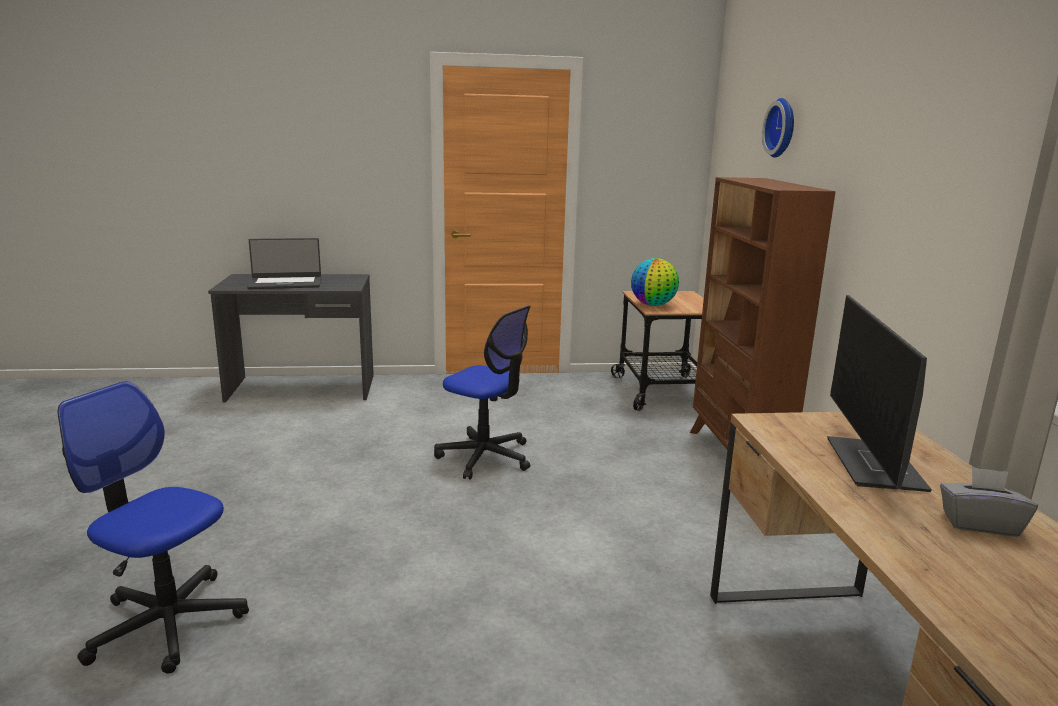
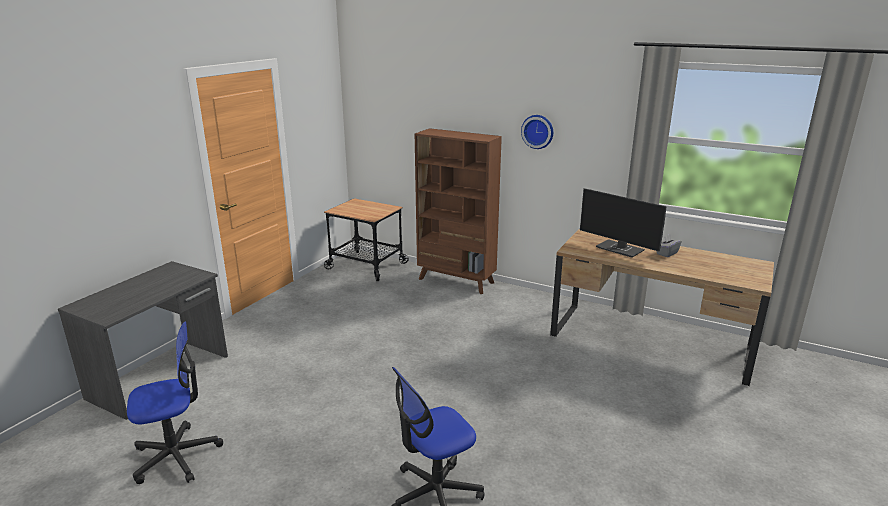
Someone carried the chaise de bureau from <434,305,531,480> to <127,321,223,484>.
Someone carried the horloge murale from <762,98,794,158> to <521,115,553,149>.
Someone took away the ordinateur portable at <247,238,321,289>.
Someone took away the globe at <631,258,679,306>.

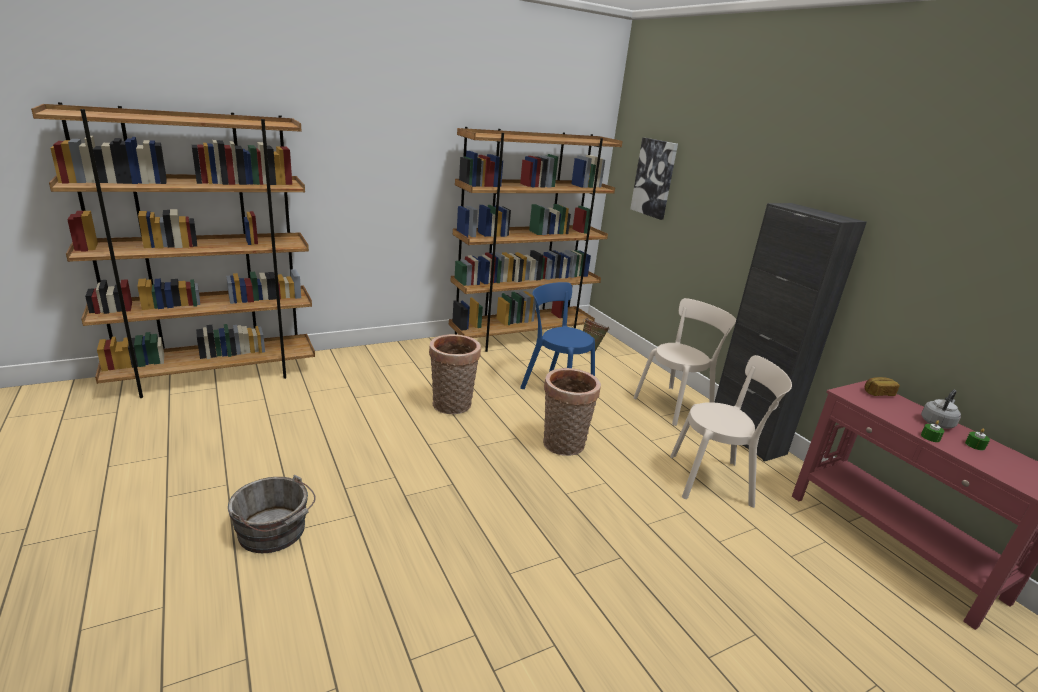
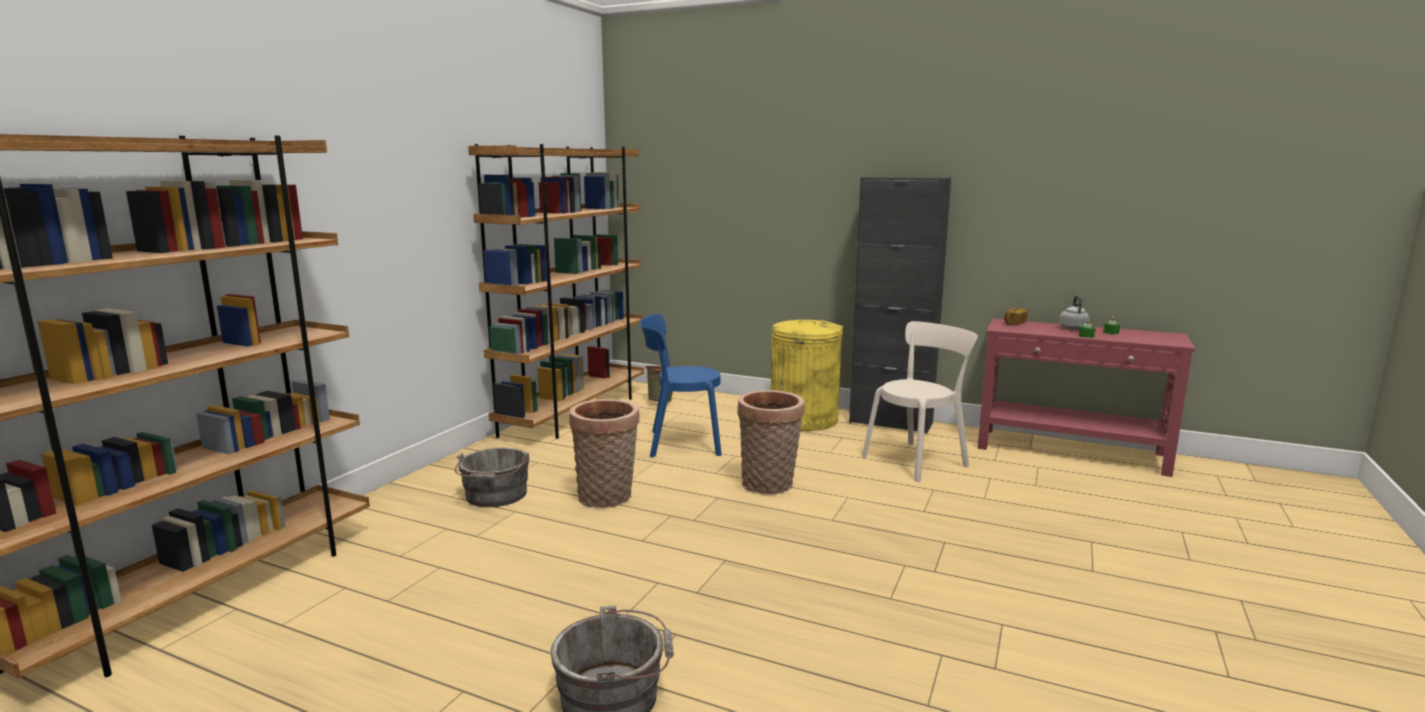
Someone put down the seau (gris) at <455,448,530,507>.
Someone swapped the chaise (beige) at <634,298,736,426> for the poubelle (jaune) at <771,320,843,431>.
Someone took away the tableau at <630,138,678,220>.

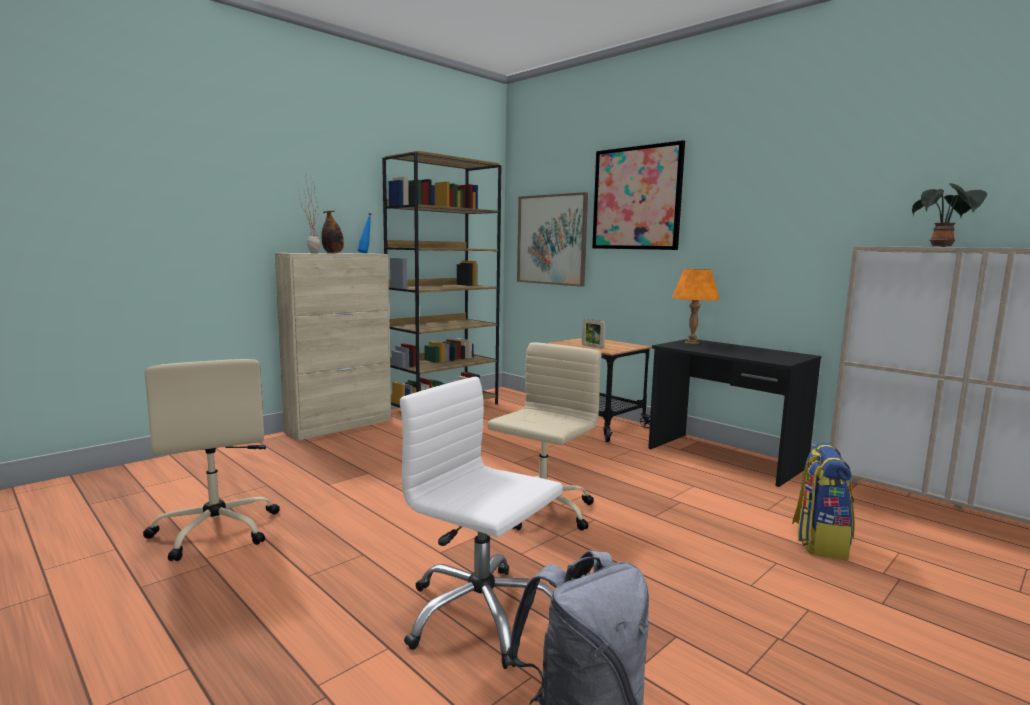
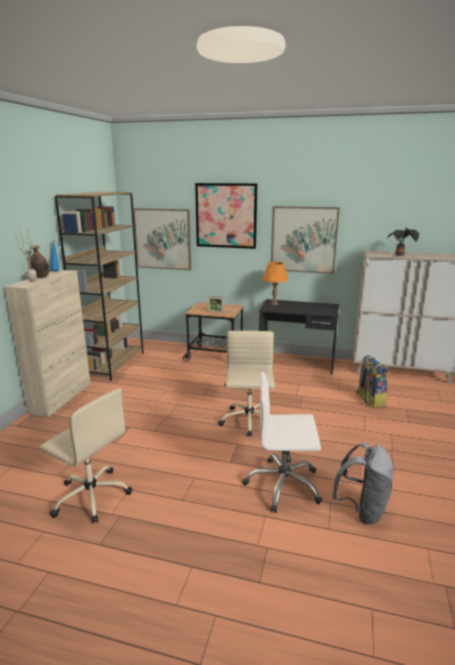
Someone put up the tableau at <271,206,340,274>.

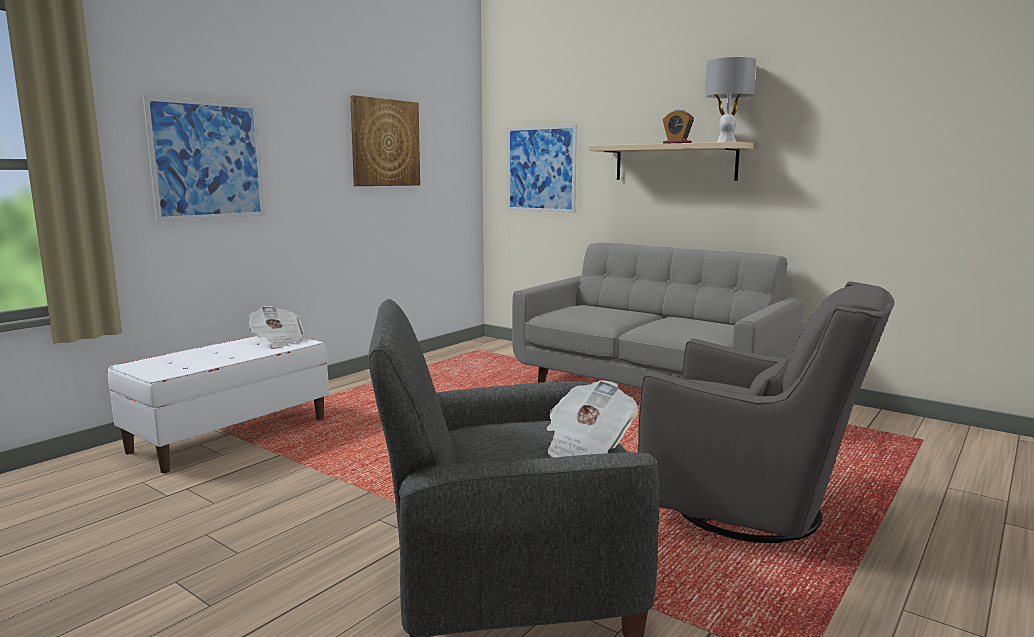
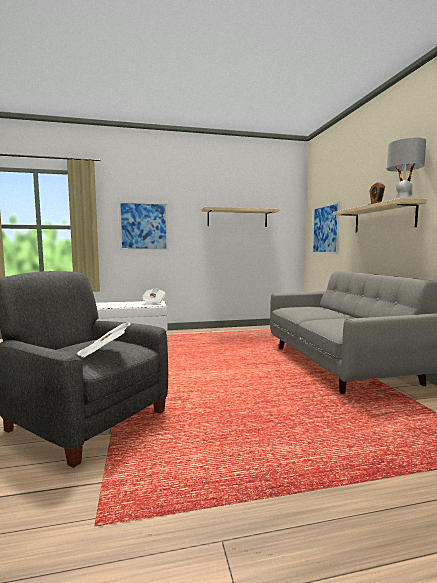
Someone swapped the tableau at <350,95,420,186> for the étagère (beige) at <201,207,279,227>.
Someone took away the fauteuil (gris) at <638,281,894,543>.

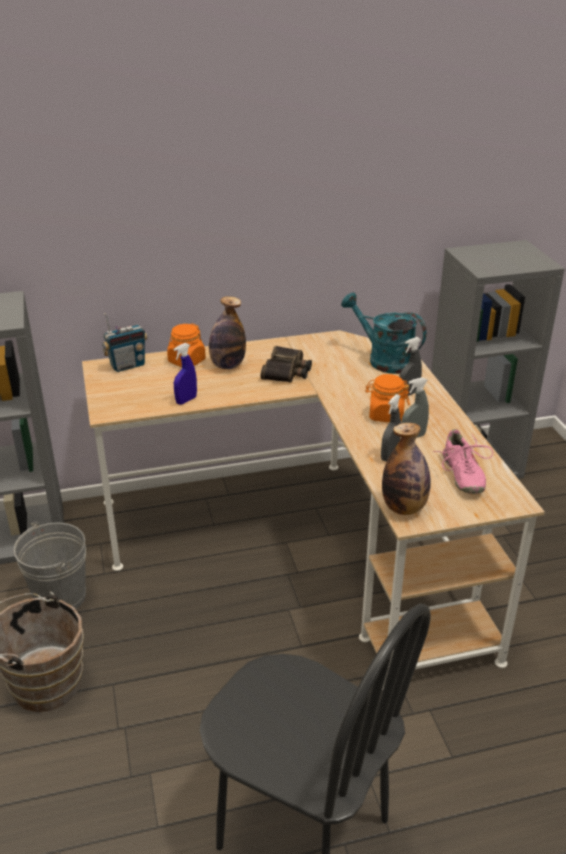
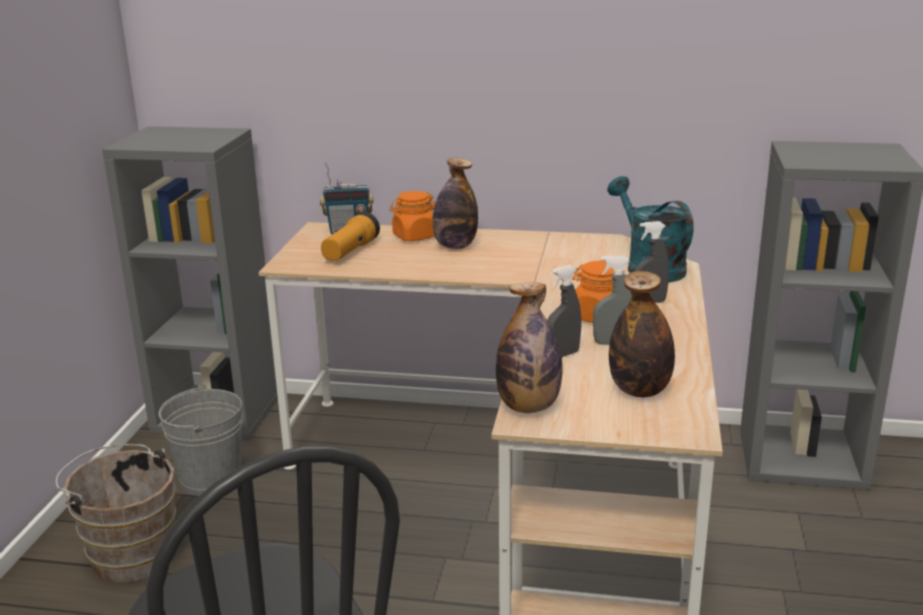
Someone put down the lampe de poche at <321,212,380,261>.
Someone swapped the chaussure (rose) at <433,429,493,494> for the bouteille at <609,271,675,397>.
Someone took away the vaporisateur (bleu) at <174,343,197,405>.
Someone took away the jumelles at <260,346,312,383>.

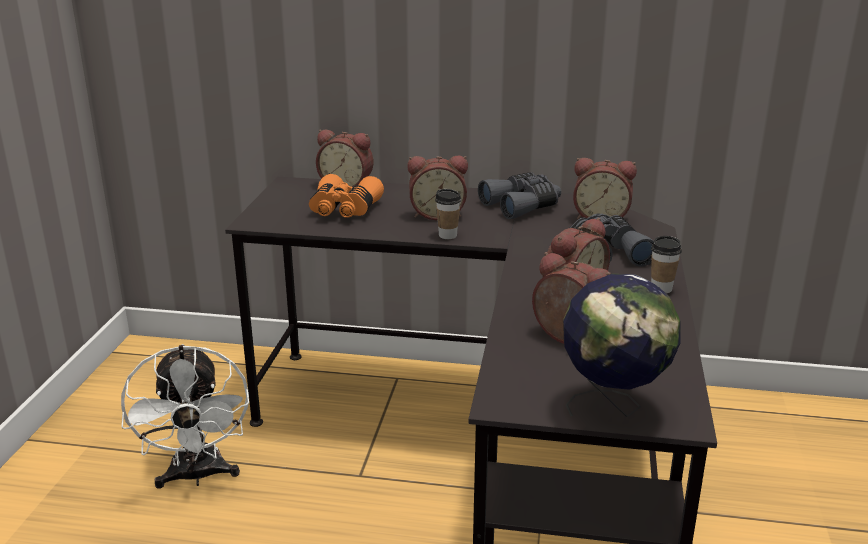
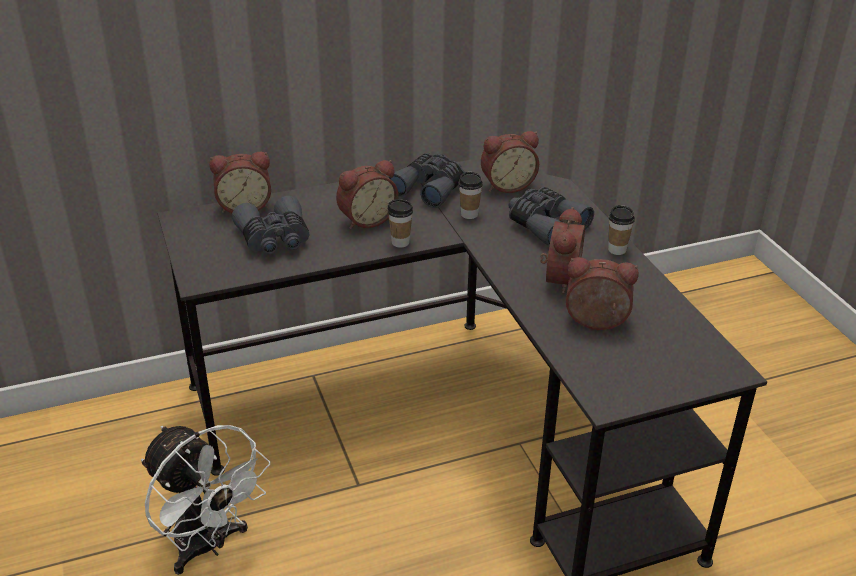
Someone repainted the jumelles (orange) at <309,174,384,218>, which became the jumelles (gris) at <232,196,309,254>.
Someone put down the tasse at <458,172,483,219>.
Someone took away the globe at <563,274,681,417>.

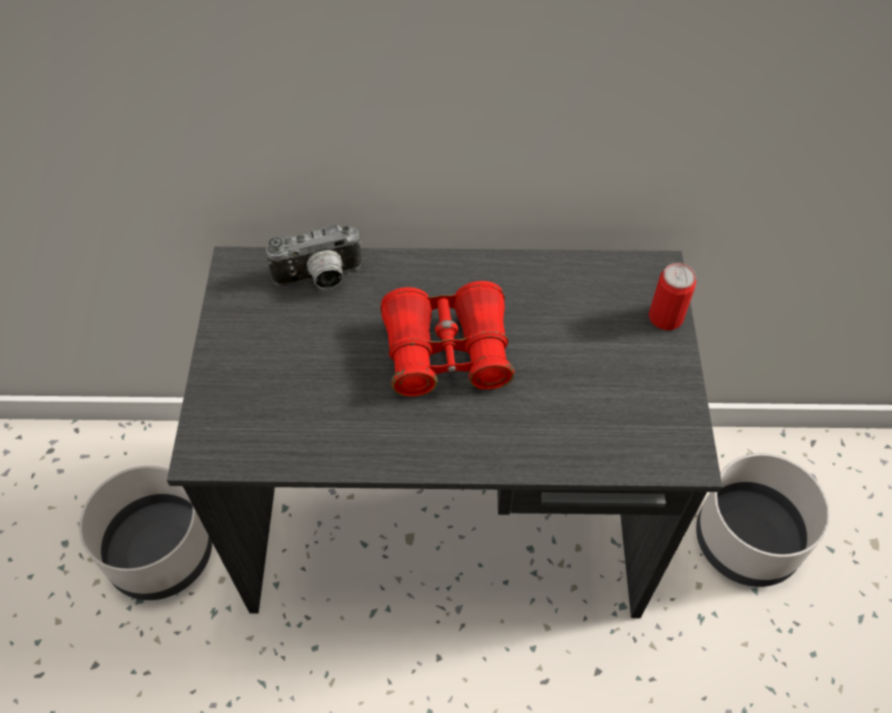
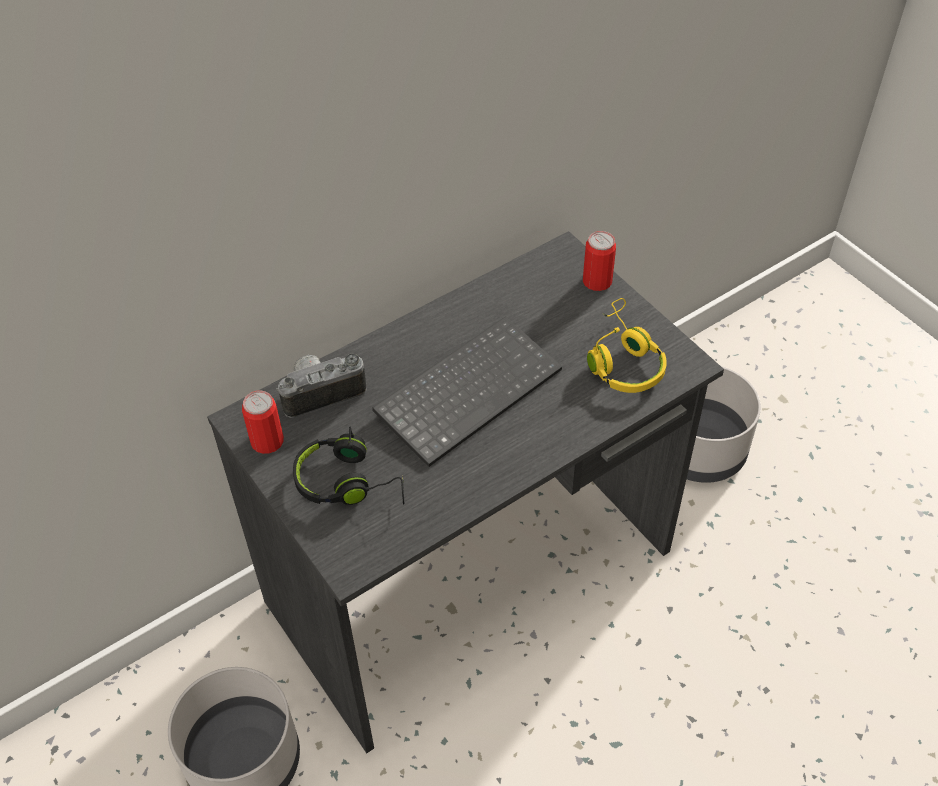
Someone put down the boîte métallique at <242,391,284,454>.
Someone rotated the appareil photo at <266,225,362,289> by 150 degrees counterclockwise.
Someone put down the casque audio (noir) at <293,427,404,505>.
Someone swapped the jumelles (rouge) at <380,281,514,397> for the clavier at <372,316,562,467>.
Someone put down the casque audio (jaune) at <587,298,667,393>.

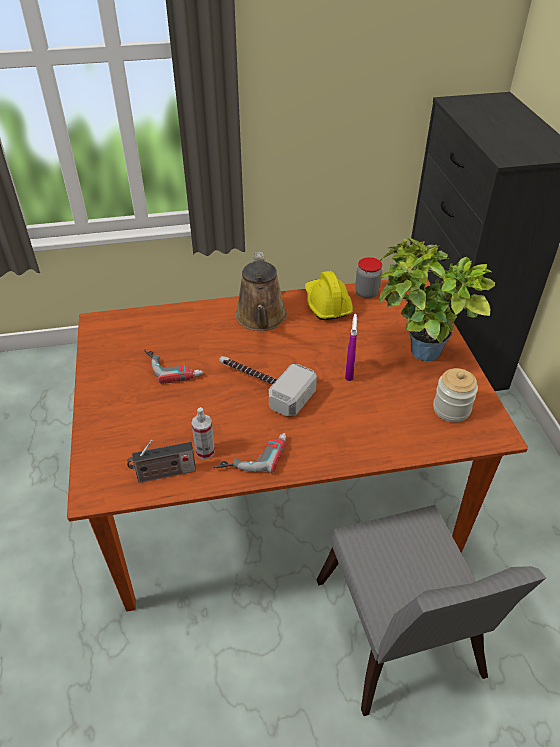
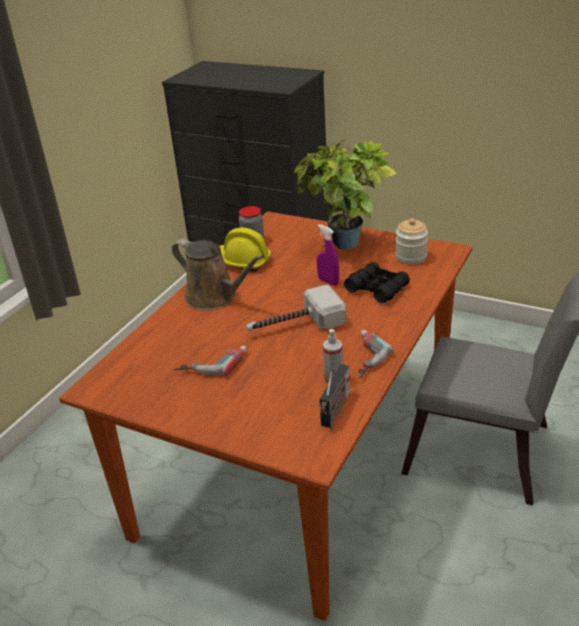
Someone put down the jumelles (noir) at <344,262,410,303>.

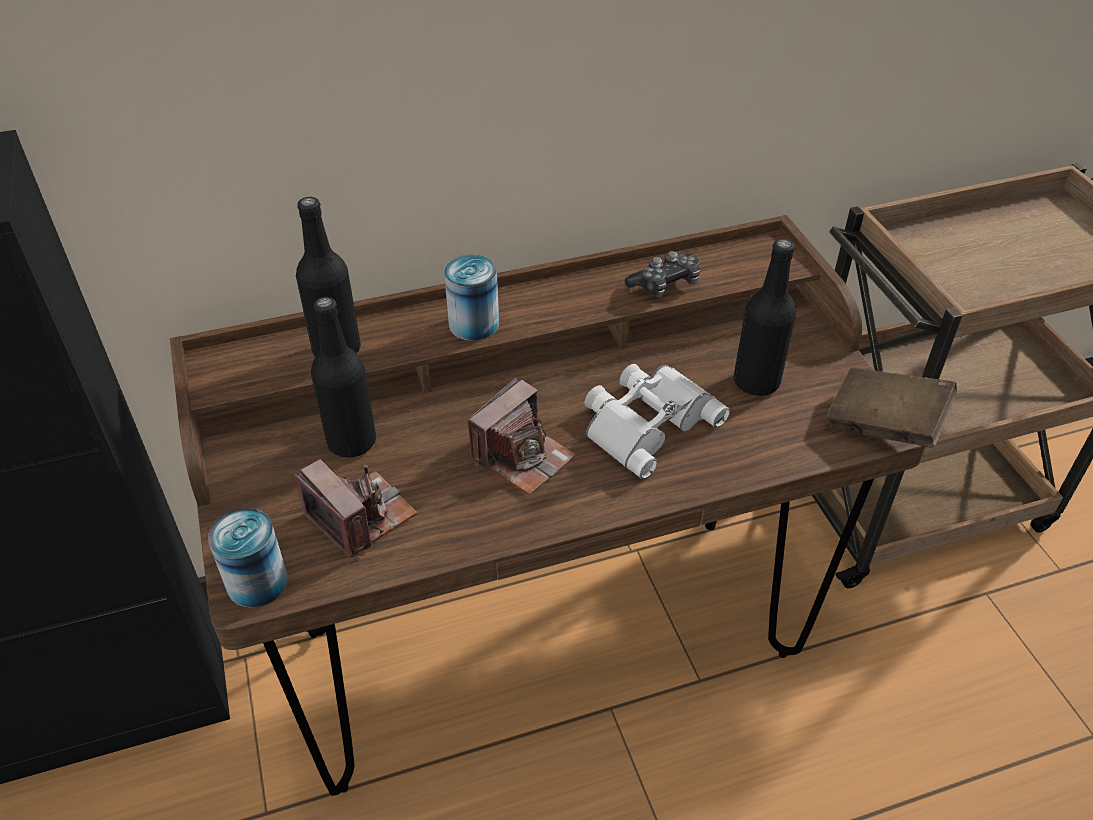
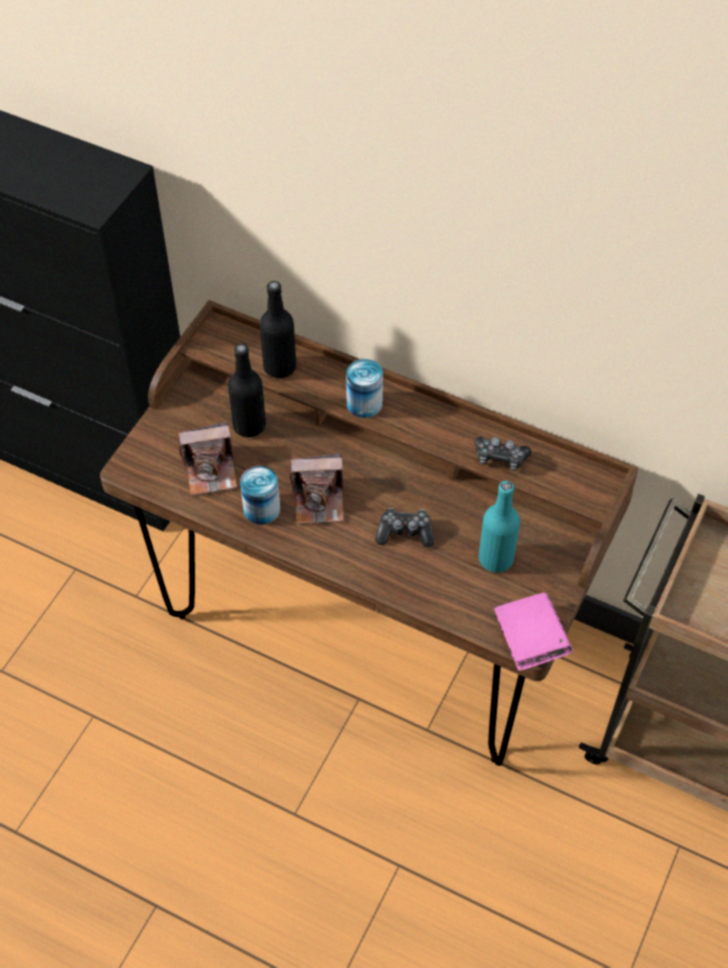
Someone rotated the appareil photo at <295,459,417,558> by 75 degrees clockwise.
Someone carried the boîte métallique from <208,508,288,608> to <240,466,280,525>.
Someone swapped the jumelles (blanc) at <585,364,730,479> for the manette at <375,508,434,548>.
Someone repainted the bouteille (noir) at <734,239,796,396>, which became the bouteille (turquoise) at <479,481,520,572>.
Someone repainted the livre (marron) at <826,367,957,448>, which became the livre (rose) at <494,593,572,671>.

